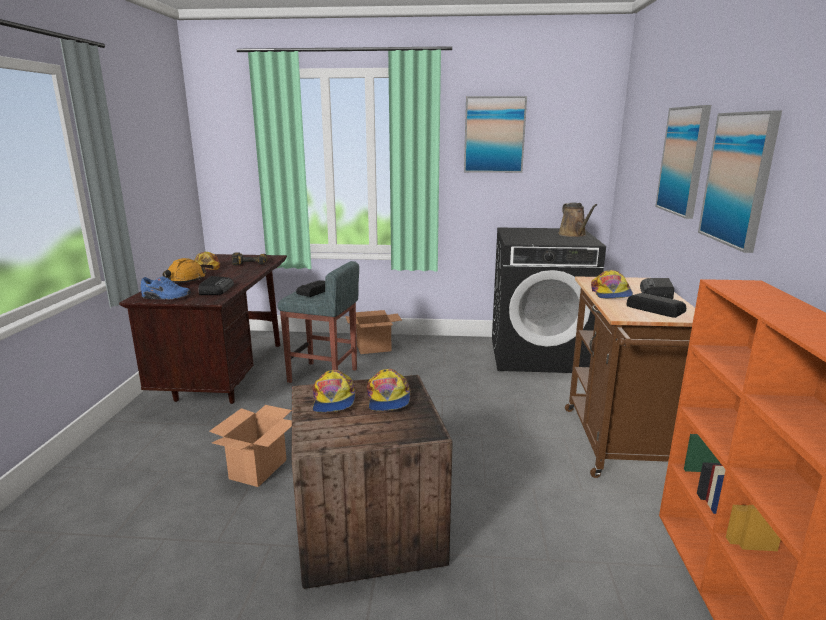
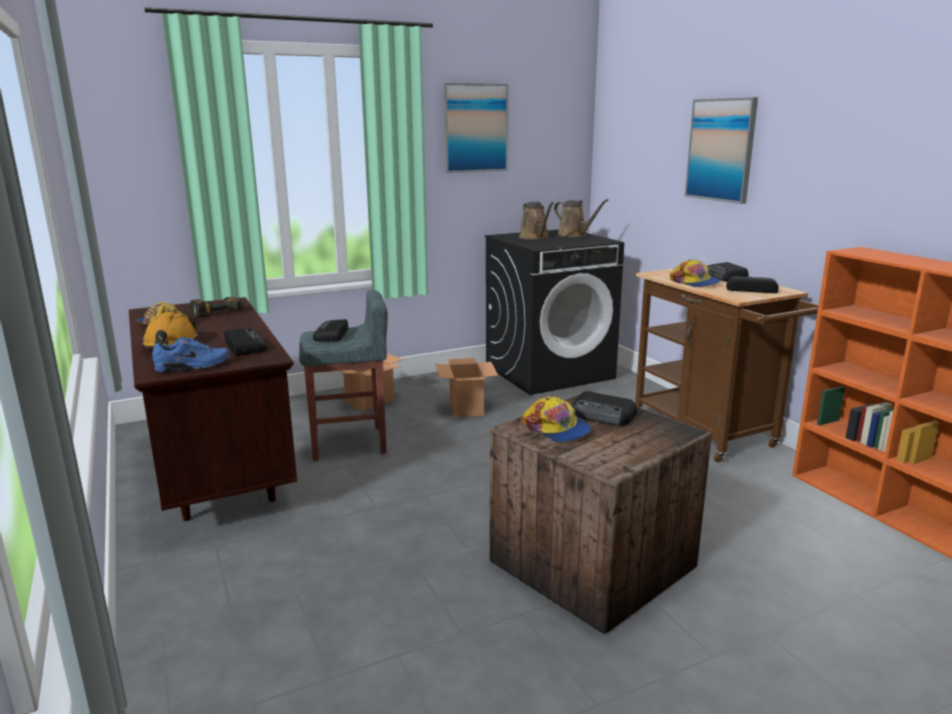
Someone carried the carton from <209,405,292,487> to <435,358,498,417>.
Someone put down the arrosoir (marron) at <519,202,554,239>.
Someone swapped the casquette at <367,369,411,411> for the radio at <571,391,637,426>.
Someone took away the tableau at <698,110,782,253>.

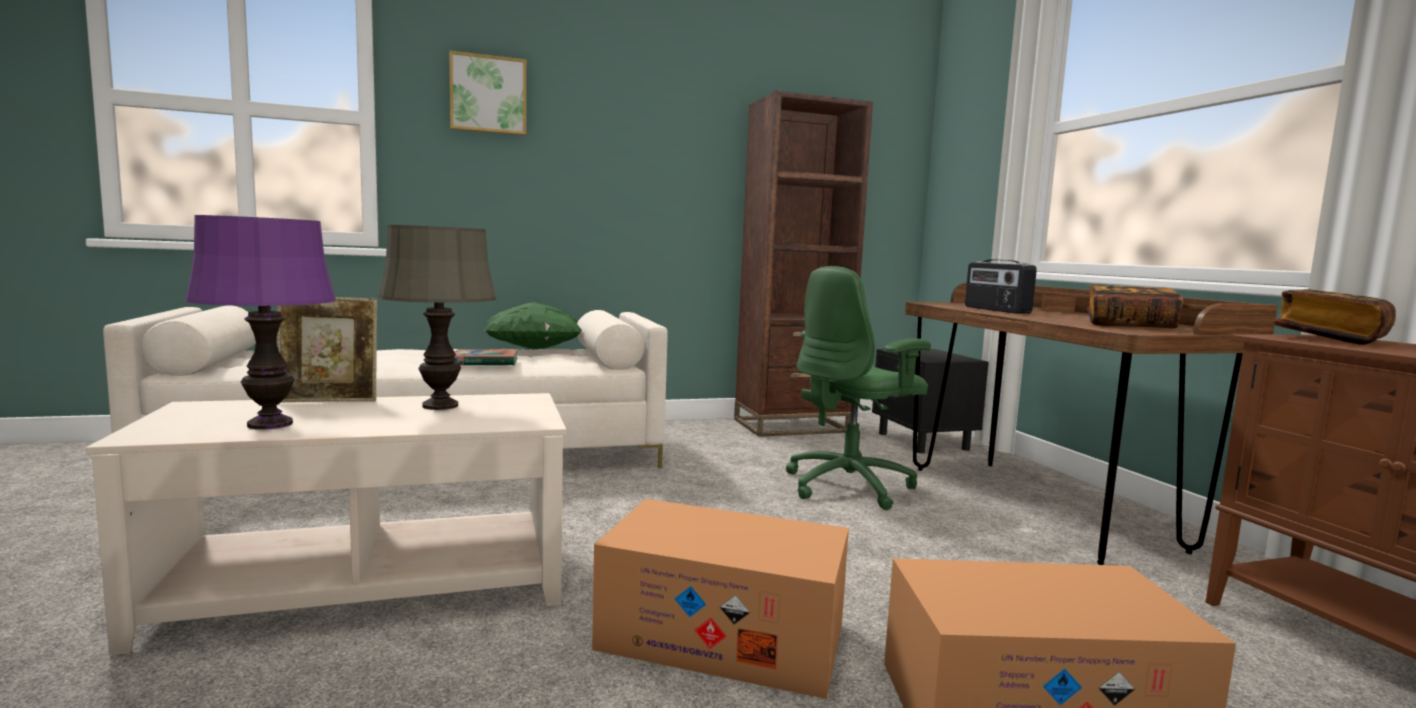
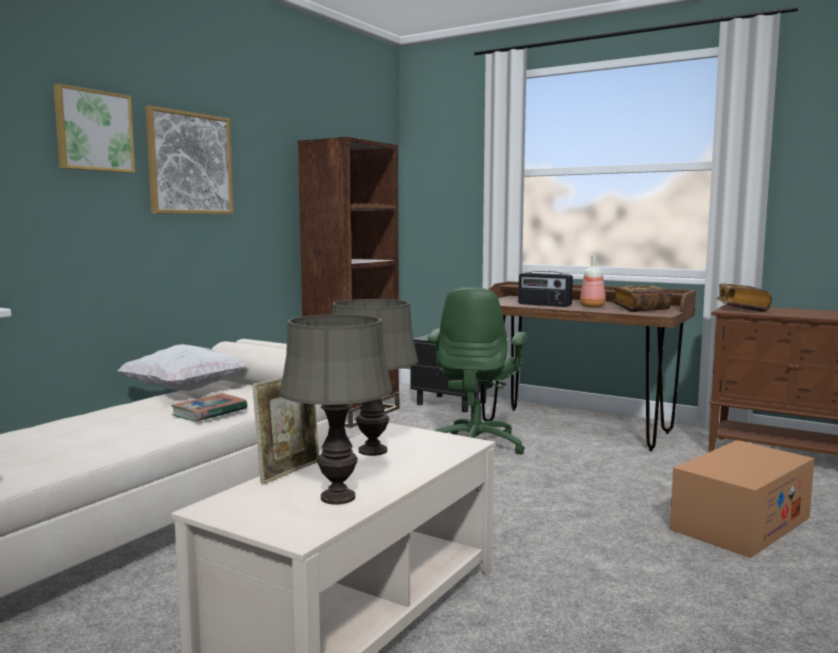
Someone repainted the coussin (vert) at <485,302,583,349>, which became the coussin (blanc) at <118,344,246,391>.
Someone put up the tableau at <145,106,234,214>.
Someone repainted the lampe de table (violet) at <185,215,336,430>, which became the lampe de table (gris) at <279,314,392,505>.
Someone put down the bouteille at <580,255,606,307>.
Someone took away the carton at <592,499,849,699>.

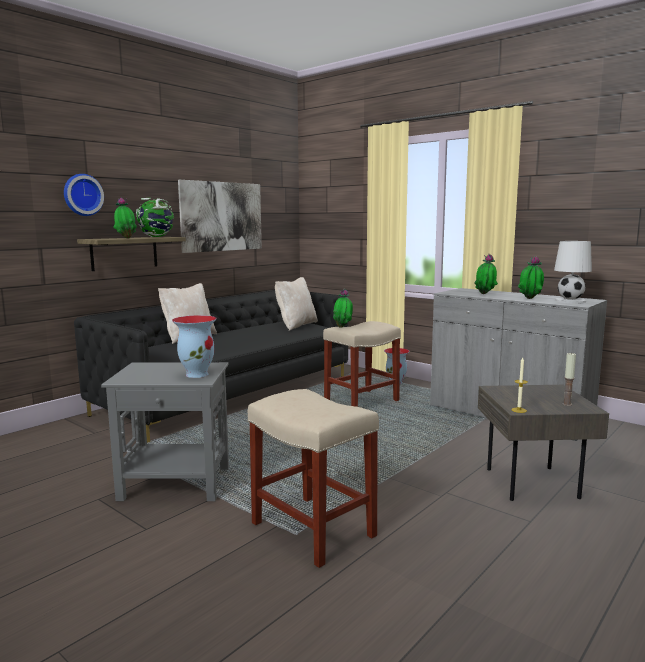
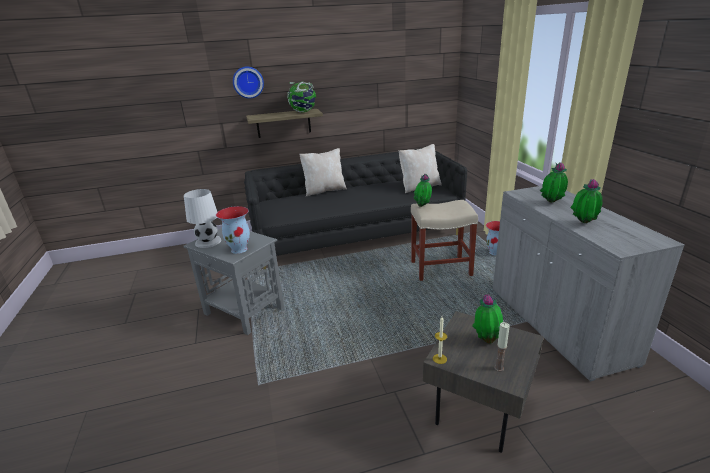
Someone carried the lampe de table (blanc) from <554,241,592,304> to <184,189,221,248>.
Someone carried the plante en pot from <113,197,137,239> to <472,294,503,344>.
Someone took away the tableau at <178,180,262,253>.
Someone took away the tabouret (beige) at <248,389,379,568>.

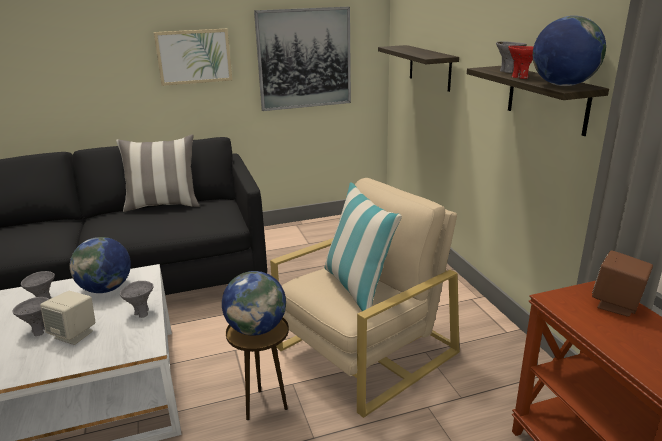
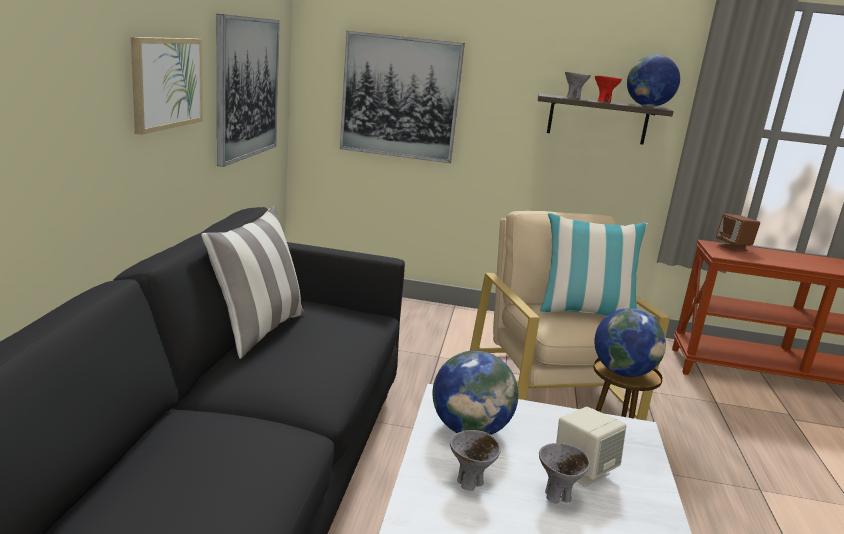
Someone swapped the étagère at <378,45,459,92> for the tableau at <340,31,465,163>.
Someone took away the bol (gris) at <120,281,154,318>.

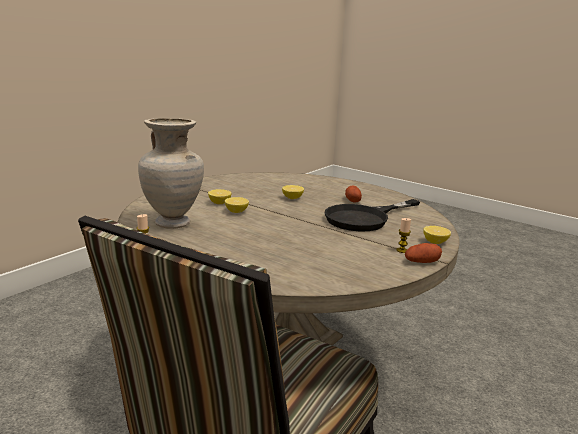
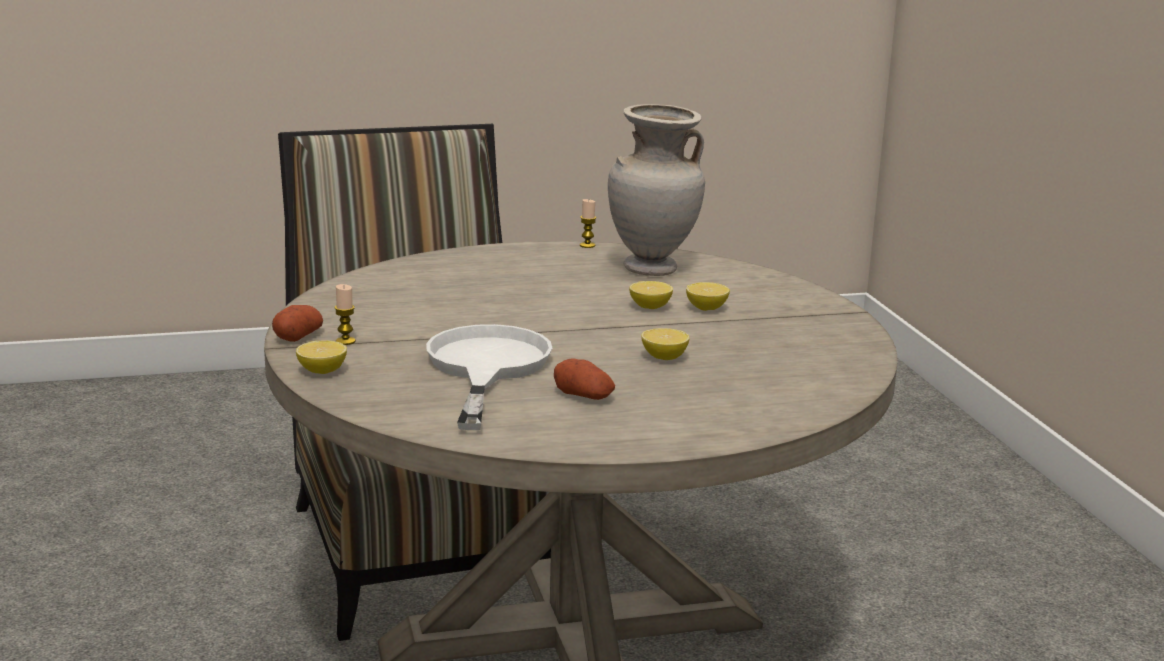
Someone repainted the poêle (noir) at <325,199,420,231>, which became the poêle (blanc) at <426,324,552,430>.

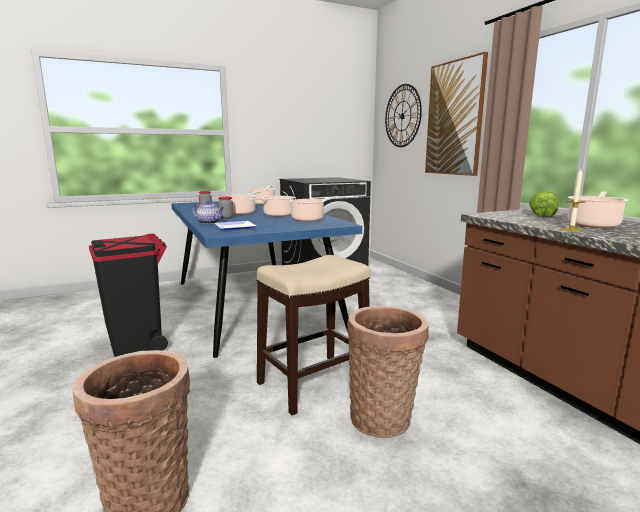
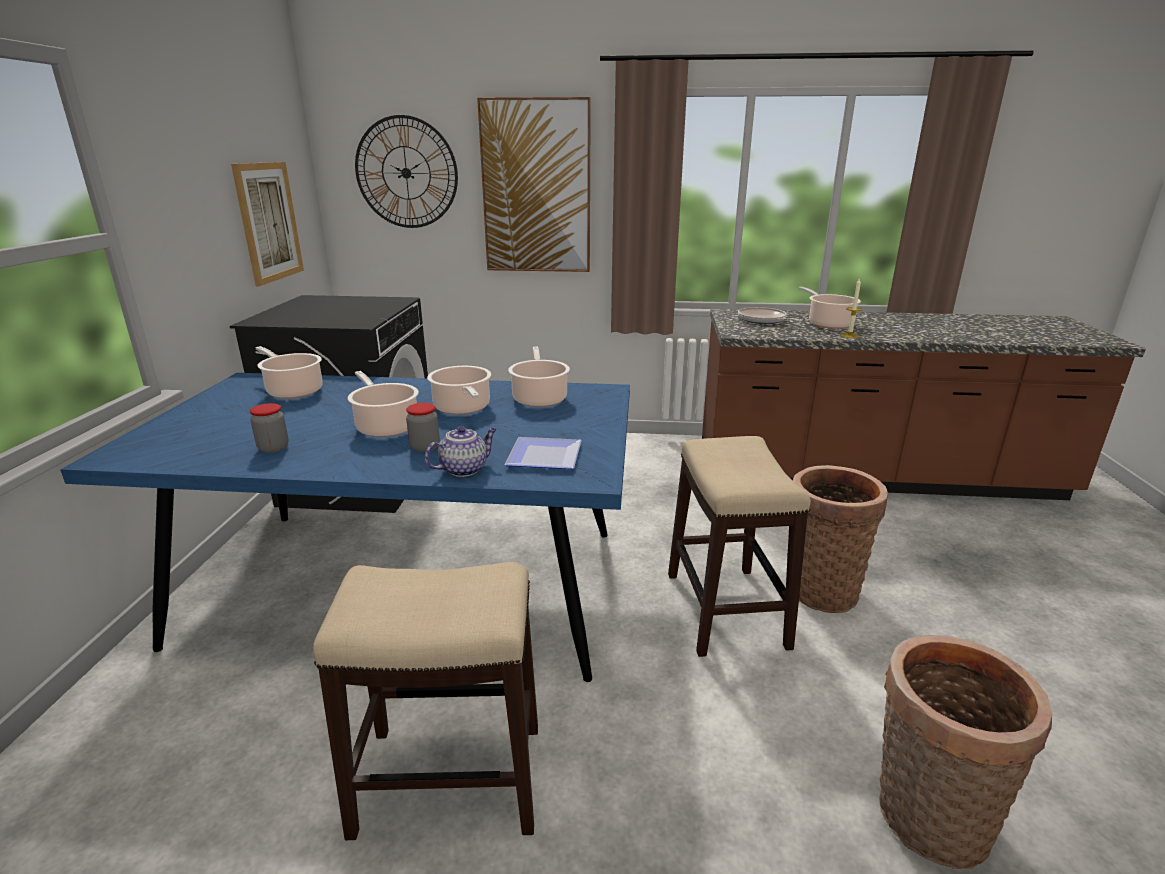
Someone put up the tableau at <231,162,304,286>.
Someone swapped the poubelle (noir) at <89,234,168,357> for the tabouret at <313,562,538,840>.
Someone swapped the laitue at <529,190,558,217> for the poêle at <738,307,802,324>.

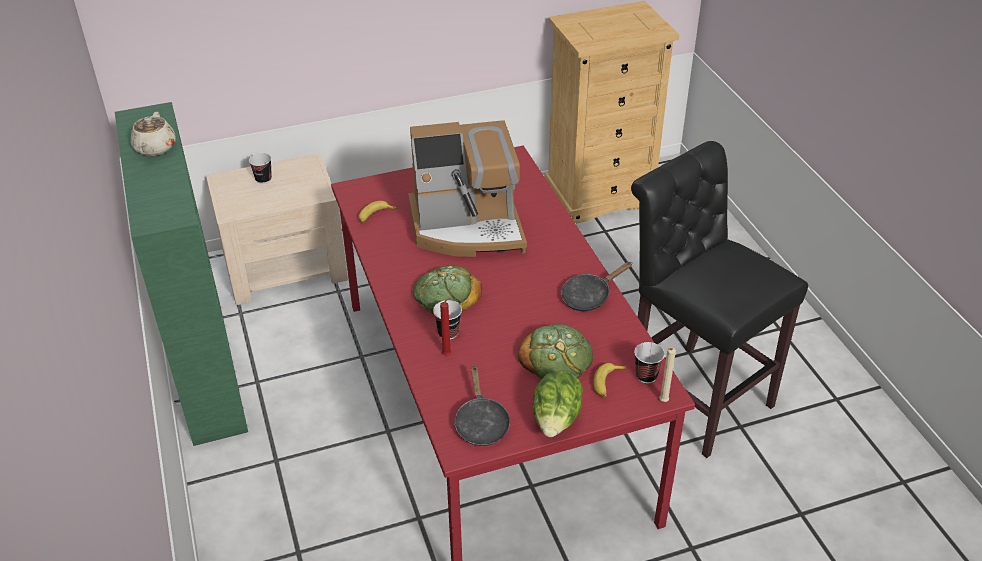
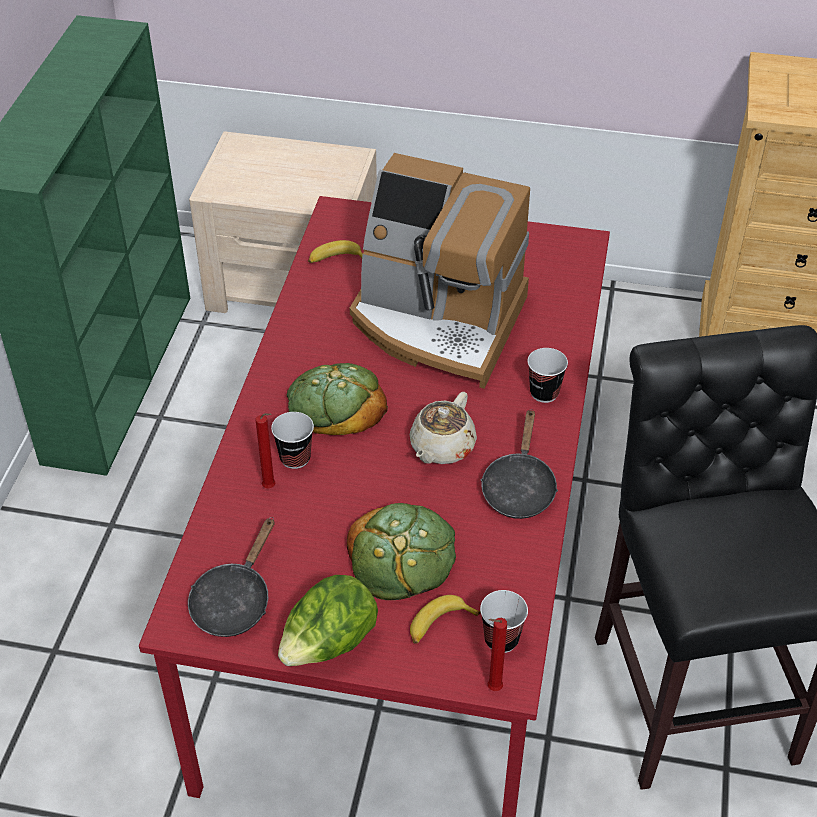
Someone carried the théière (beige) from <131,112,175,156> to <410,392,477,464>.
Someone rotated the poêle (noir) at <561,262,632,311> by 75 degrees counterclockwise.
Someone repainted the bougie (beige) at <659,348,676,402>, which became the bougie (rouge) at <488,618,507,691>.
Someone carried the tasse from <249,153,272,184> to <528,348,568,403>.

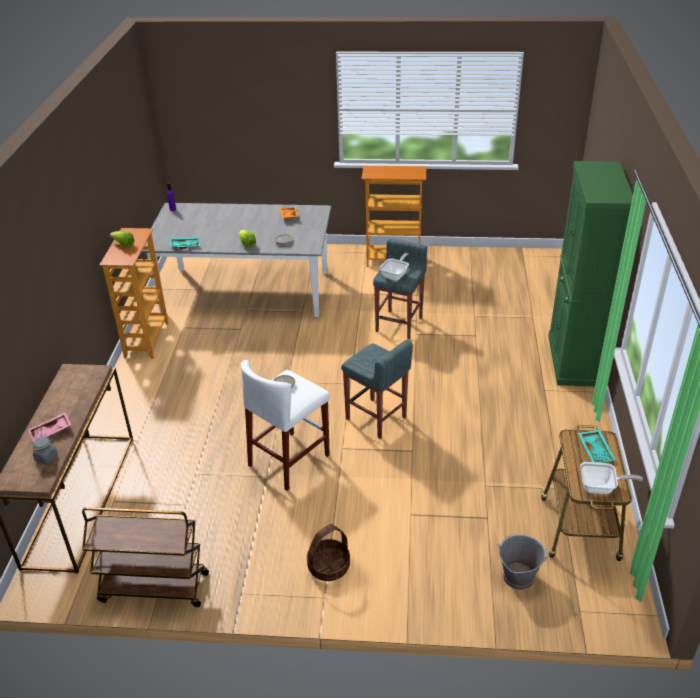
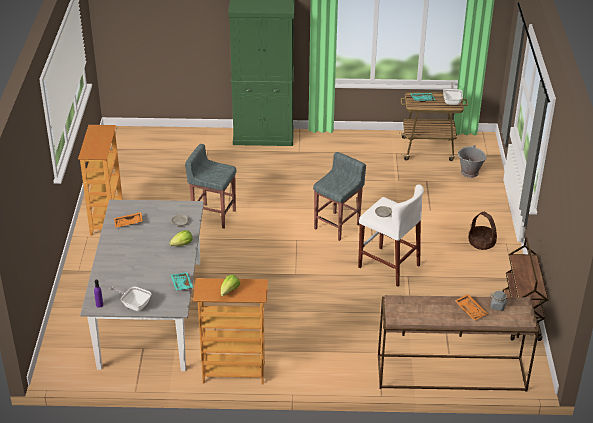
Someone carried the poêle from <379,253,409,281> to <110,286,151,311>.
Someone repainted the plateau (rose) at <28,412,71,443>, which became the plateau (orange) at <455,294,488,321>.

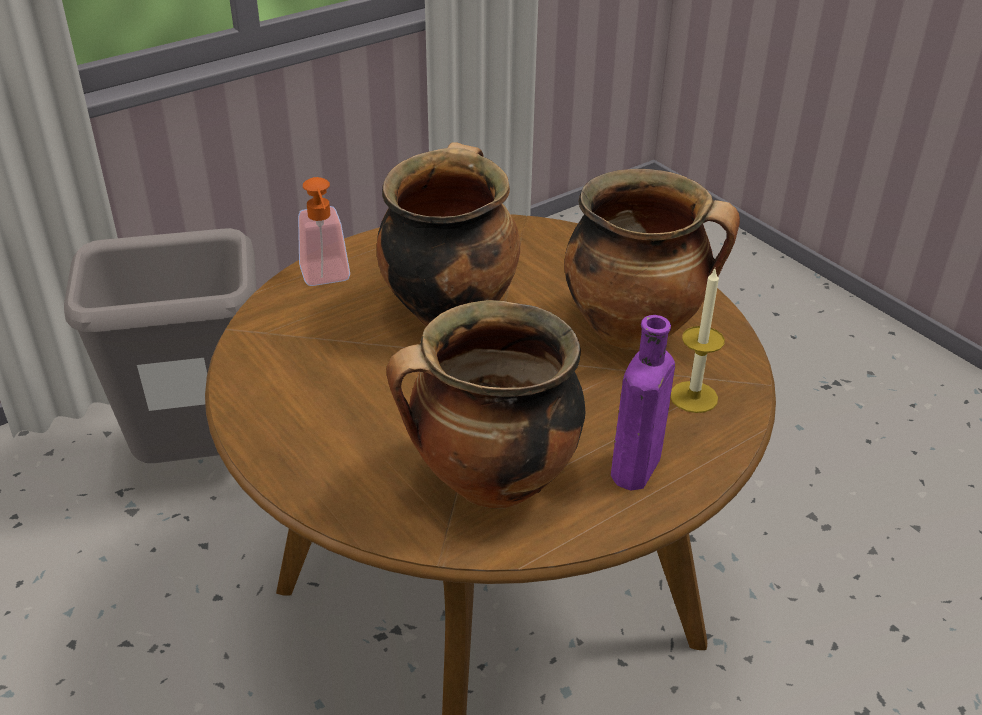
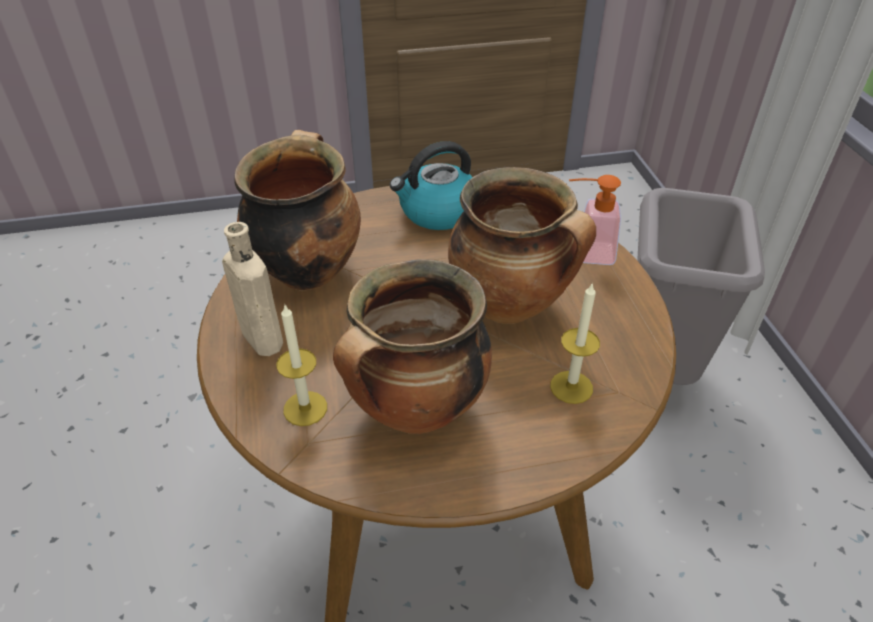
Someone repainted the bouteille (violet) at <611,315,675,491>, which became the bouteille (beige) at <222,222,283,356>.
Someone put down the bouilloire at <390,141,472,230>.
Someone put down the bougie at <550,282,600,404>.

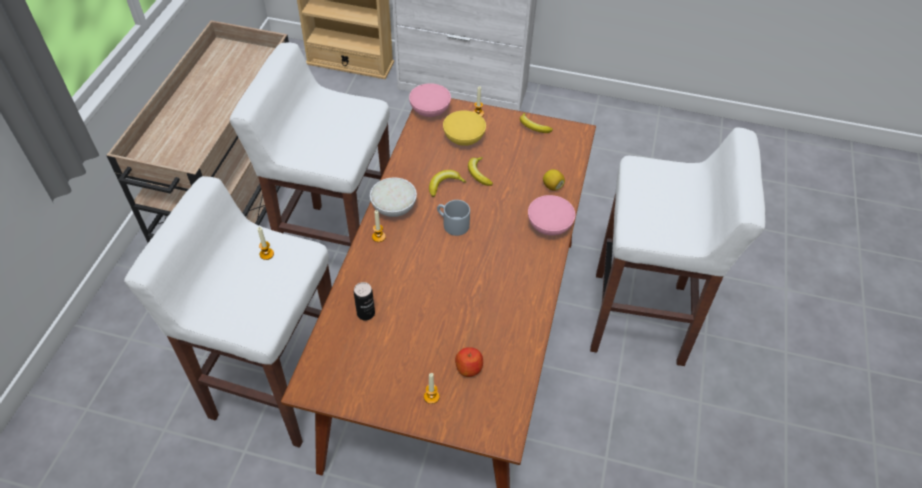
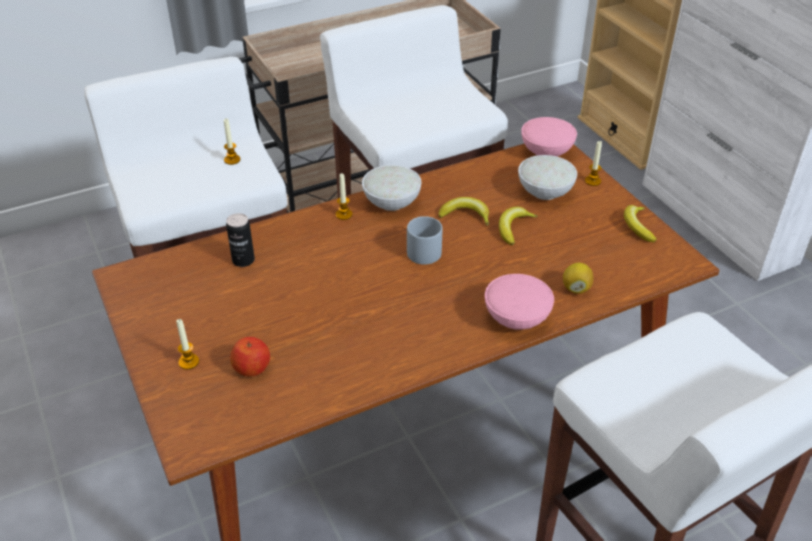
Someone repainted the bol (jaune) at <443,110,486,146>, which became the bol (blanc) at <518,155,577,200>.

